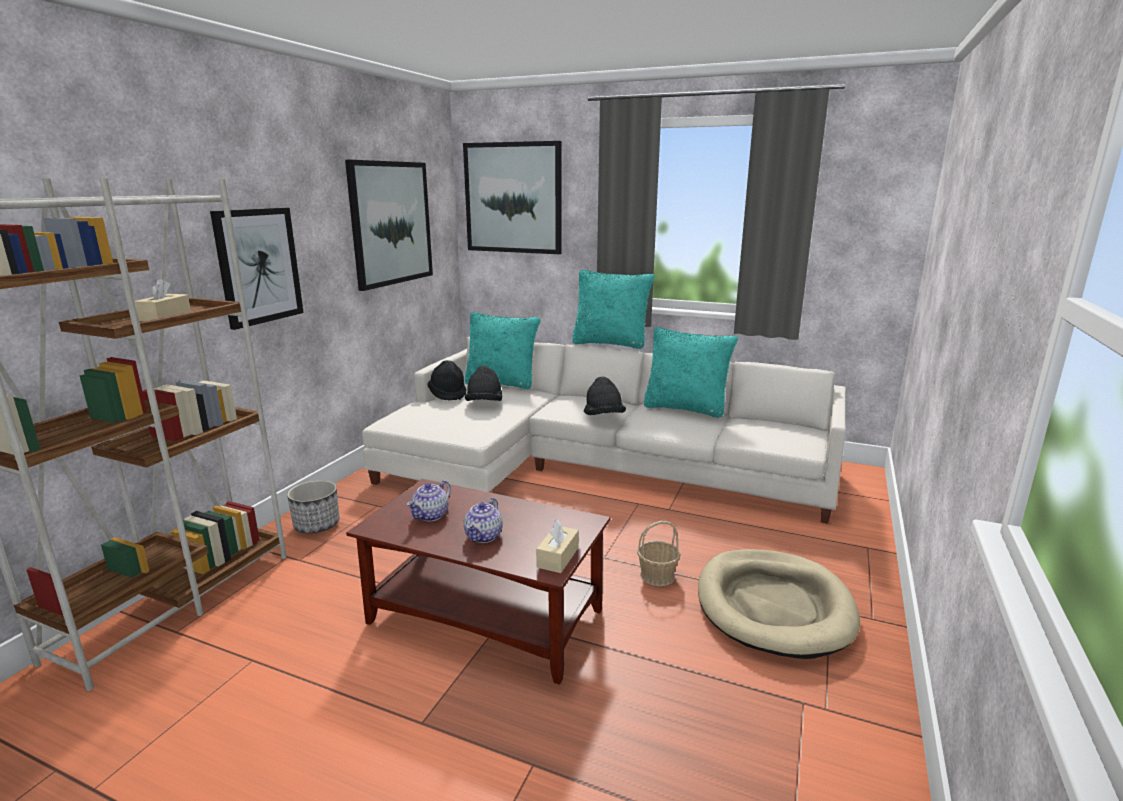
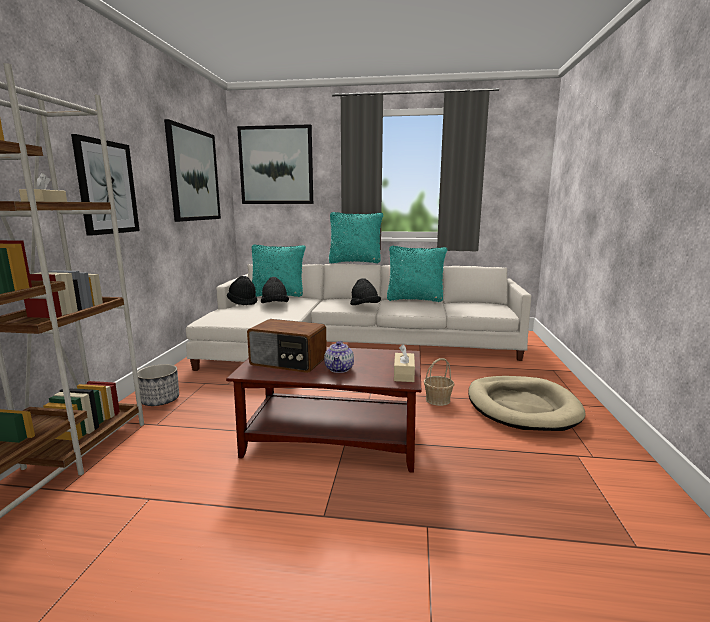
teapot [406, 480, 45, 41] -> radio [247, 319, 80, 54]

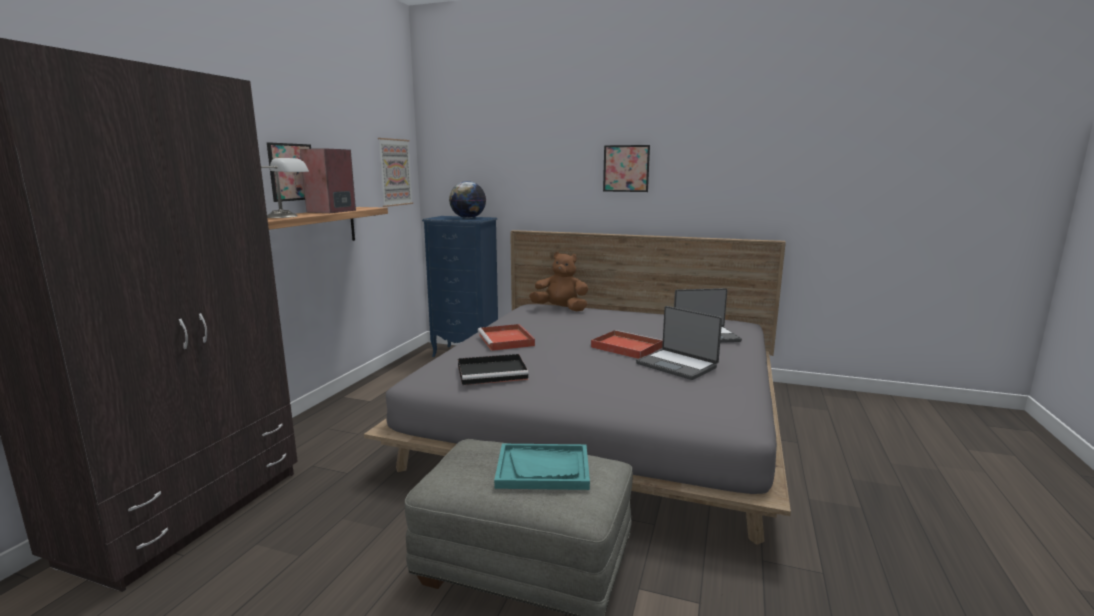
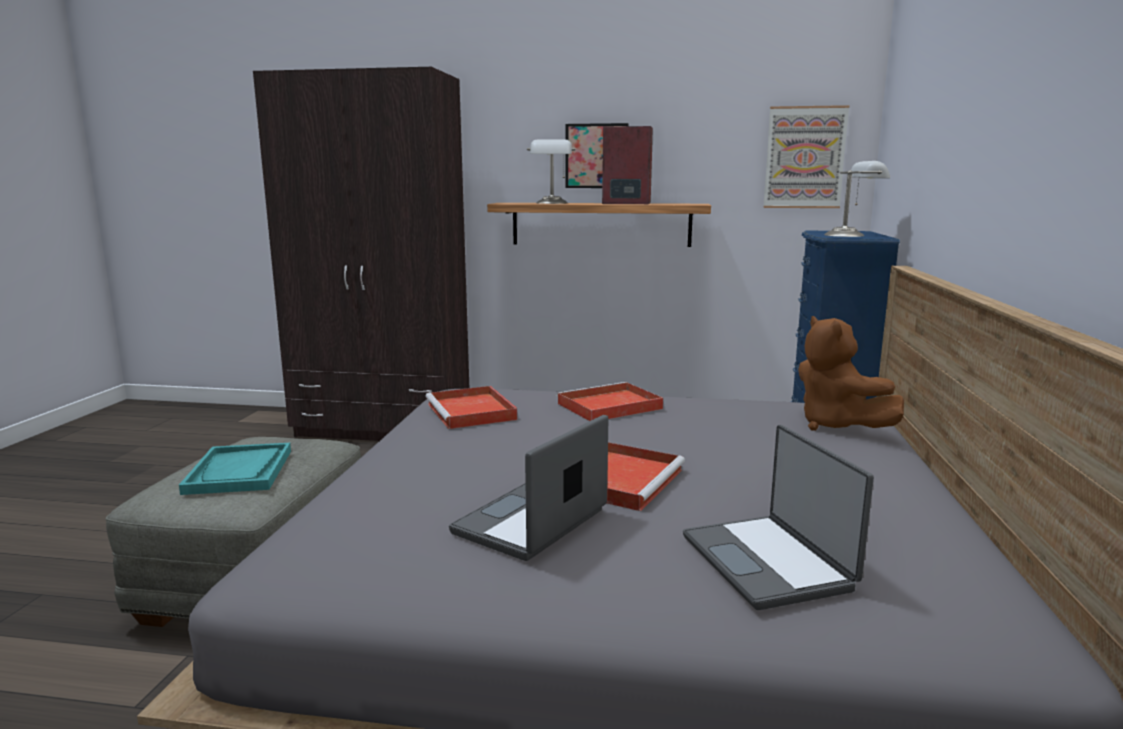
black-coloured serving tray [458, 354, 70, 31] -> reddish serving tray [426, 386, 91, 43]
brown plush toy [529, 252, 59, 60] -> brown plush toy [798, 316, 106, 115], 150 degrees clockwise
desk globe [449, 181, 37, 37] -> white lamp for a table [824, 161, 66, 76]
wall art [603, 145, 47, 47] -> none

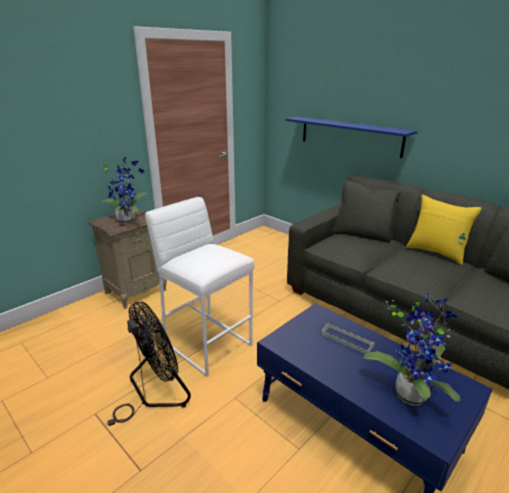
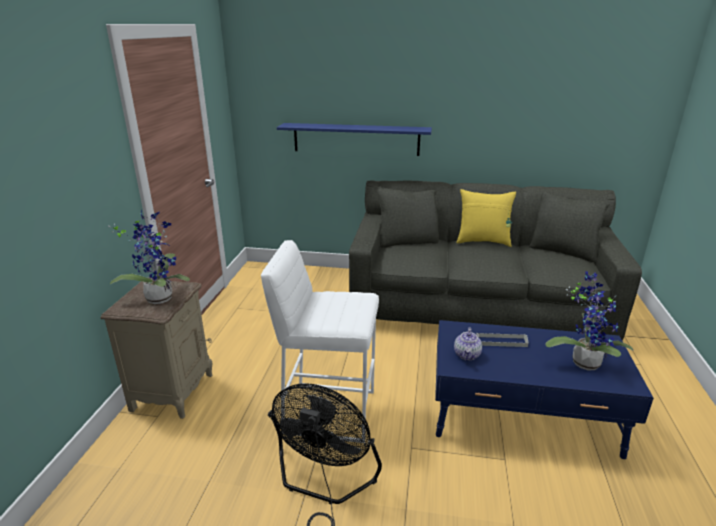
none -> teapot [454, 327, 28, 34]

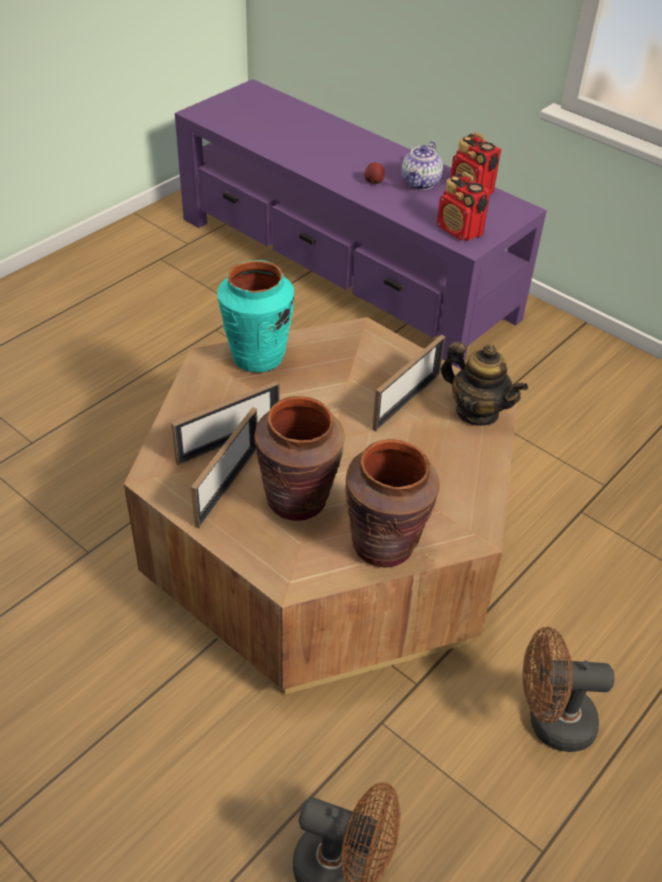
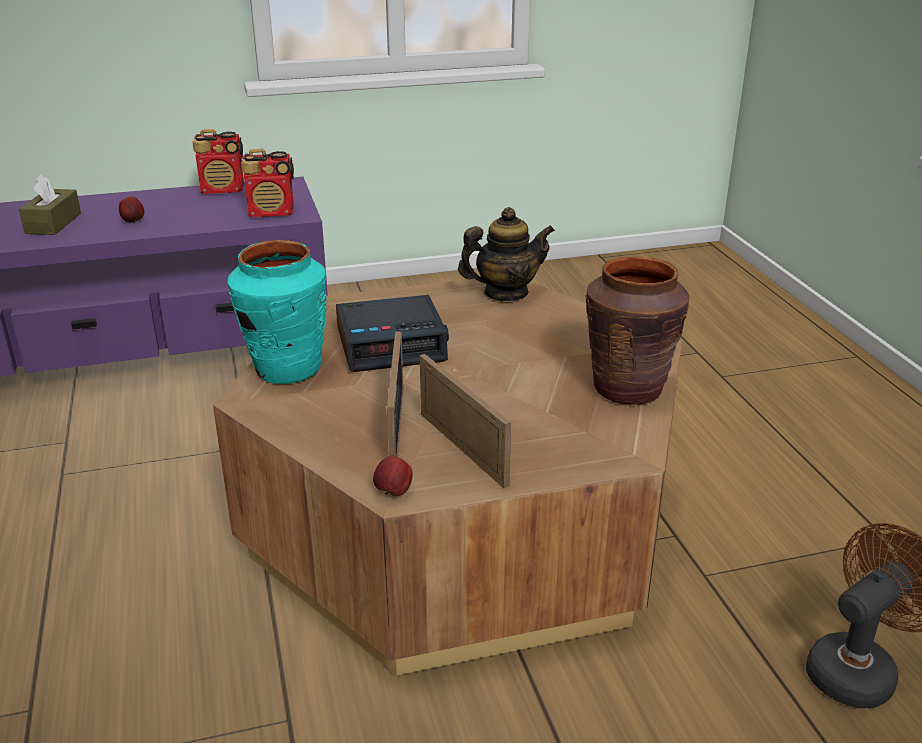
none -> brown tissue holder [19, 174, 62, 61]
none -> table clock [336, 295, 113, 77]
none -> apple fruit [373, 456, 40, 40]
brown decorative vase [254, 396, 90, 125] -> none
photo frame [372, 334, 73, 97] -> none
teapot [402, 141, 41, 49] -> none
brown cooling fan [523, 627, 91, 125] -> none

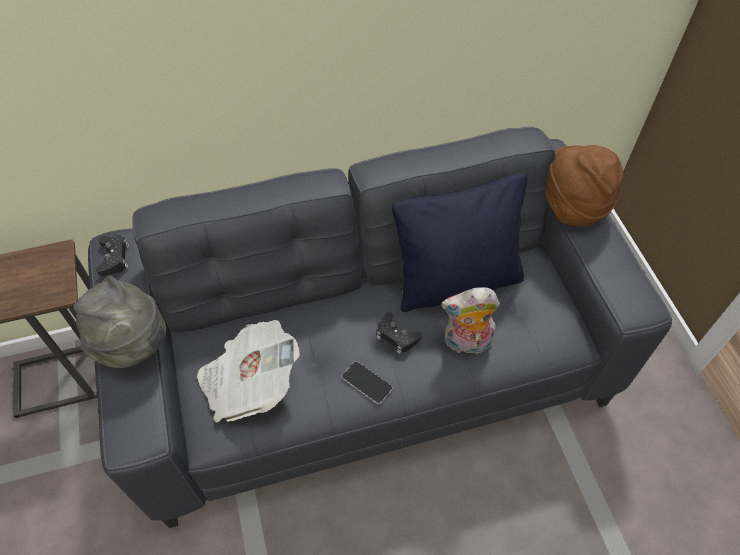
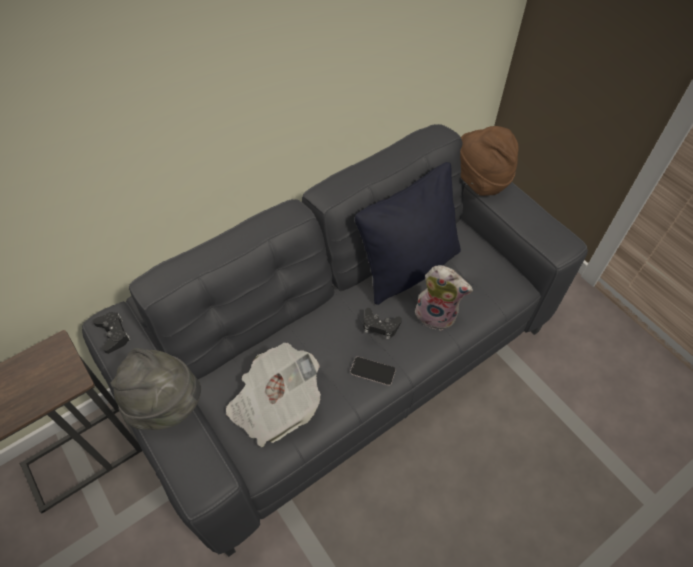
plush toy [441, 287, 59, 71] -> plush toy [415, 265, 58, 65], 135 degrees counterclockwise

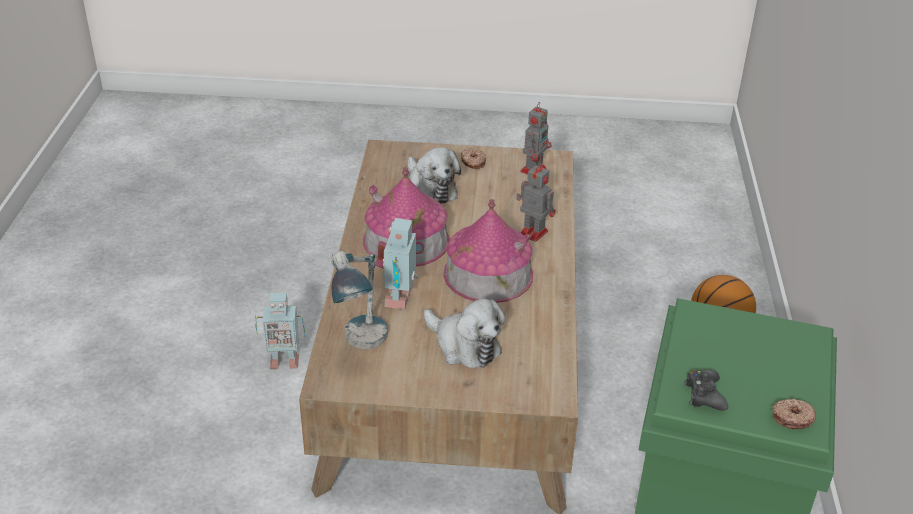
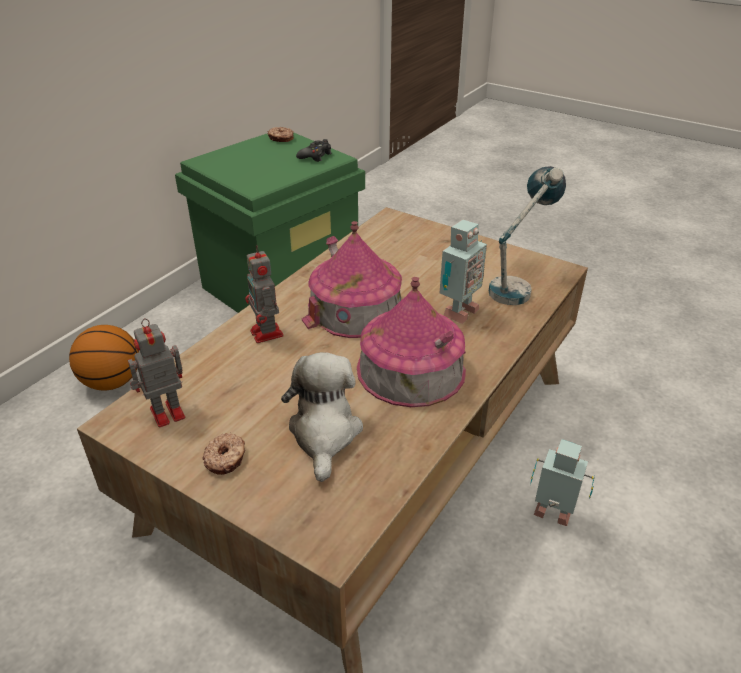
plush toy [424, 298, 81, 70] -> none

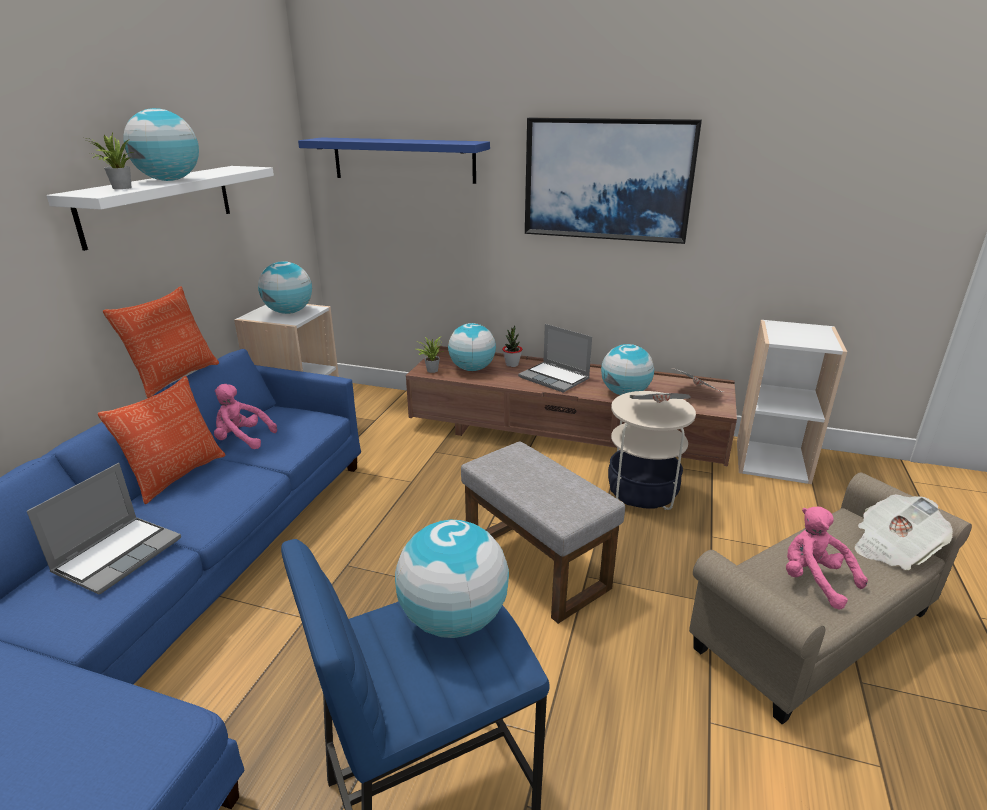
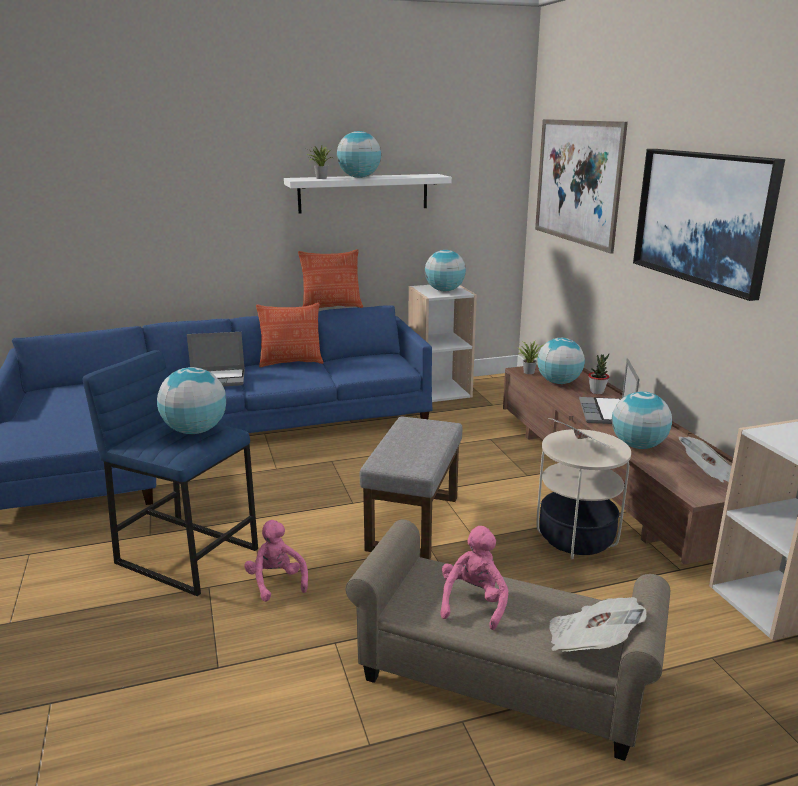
pink-coloured plush toy [214, 384, 63, 65] -> pink-coloured plush toy [245, 520, 63, 82], relocated
blue wall shelf [298, 137, 192, 47] -> wall art [535, 119, 93, 135]

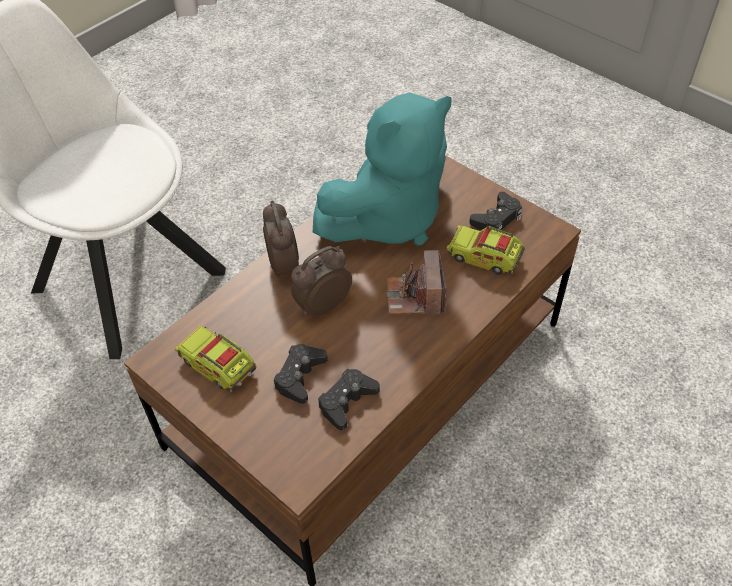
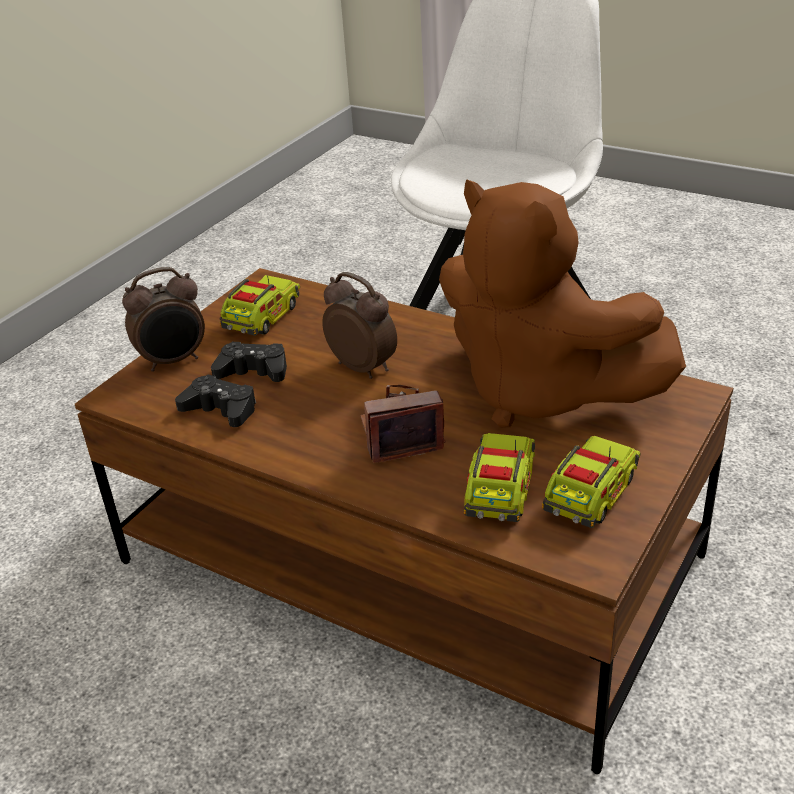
table clock [263, 200, 36, 79] -> table clock [122, 267, 83, 105], relocated
turquoise plush toy [313, 93, 138, 152] -> brown plush toy [439, 179, 247, 249]
black-coloured game controller [469, 192, 53, 39] -> toy lorry [542, 436, 98, 92]

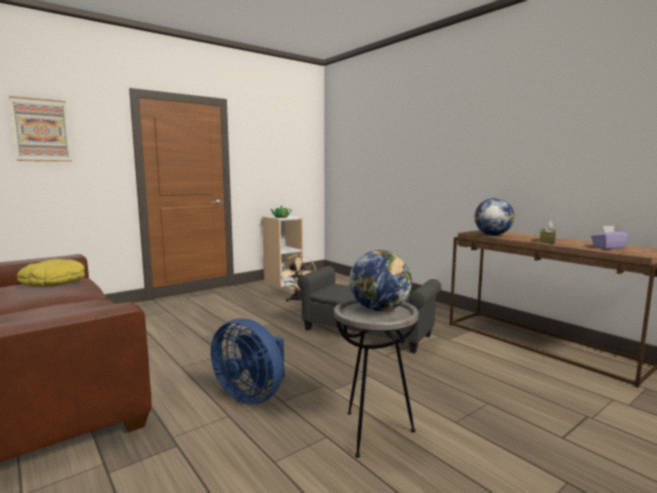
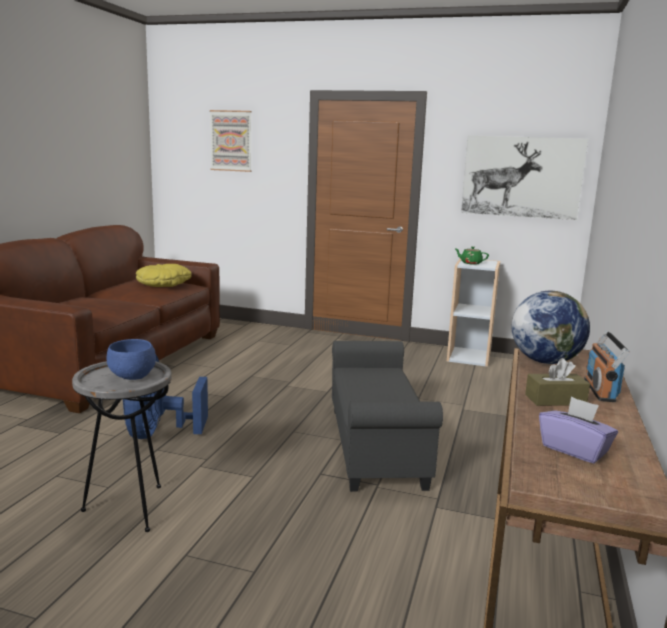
desk globe [349, 250, 63, 61] -> blue deep dish [107, 339, 49, 41]
none -> wall art [461, 135, 127, 85]
none -> radio [584, 331, 46, 71]
sand-coloured cooling fan [280, 254, 36, 48] -> none

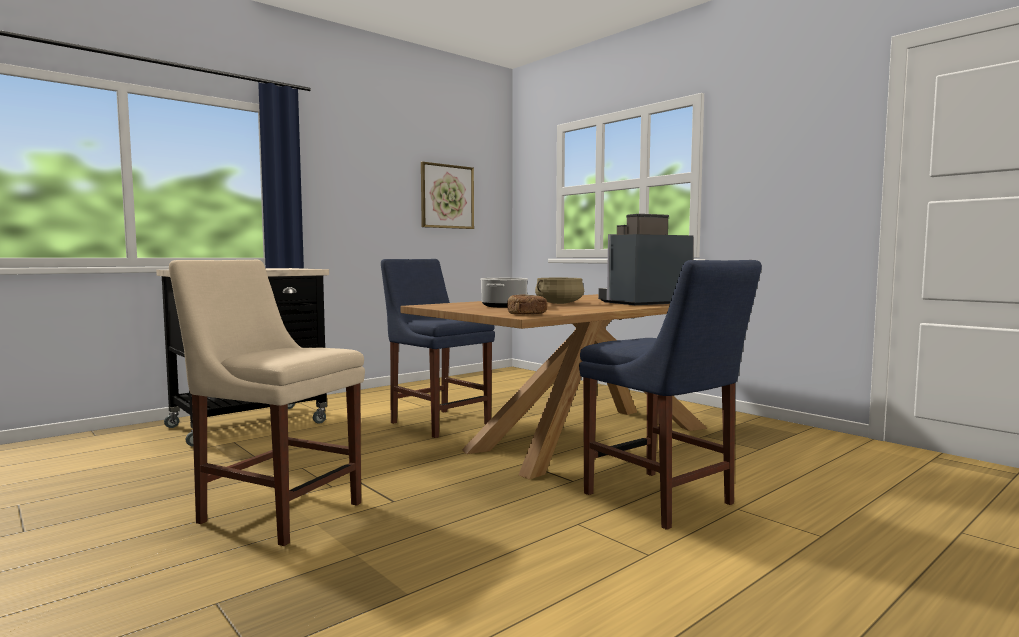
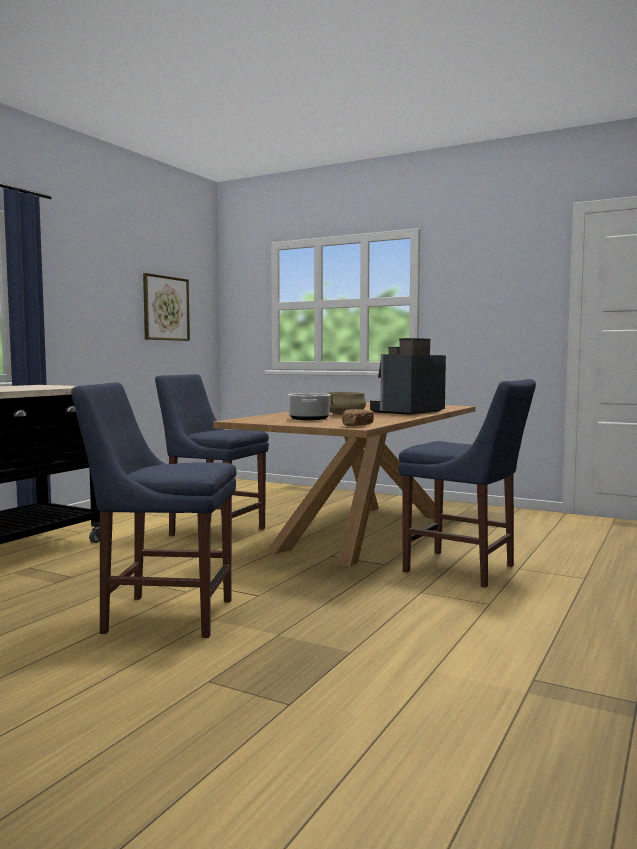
sand-coloured chair [169, 260, 196, 286] -> blue chair [71, 382, 166, 256]

